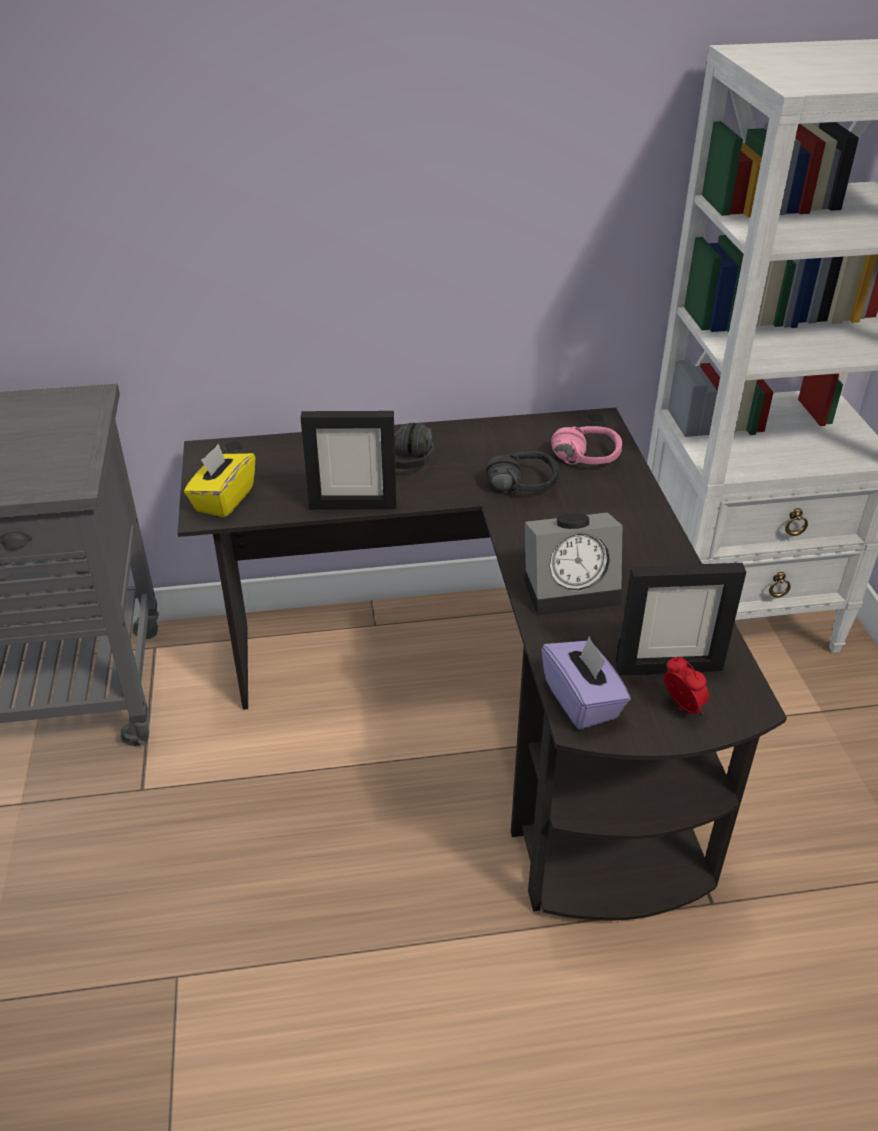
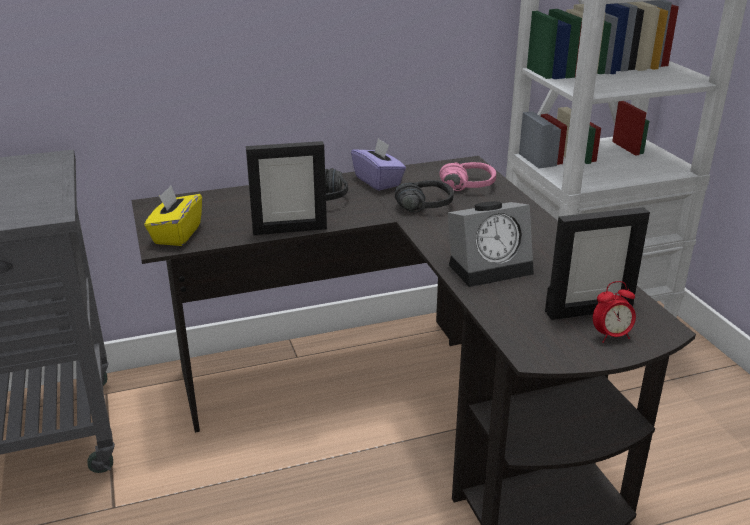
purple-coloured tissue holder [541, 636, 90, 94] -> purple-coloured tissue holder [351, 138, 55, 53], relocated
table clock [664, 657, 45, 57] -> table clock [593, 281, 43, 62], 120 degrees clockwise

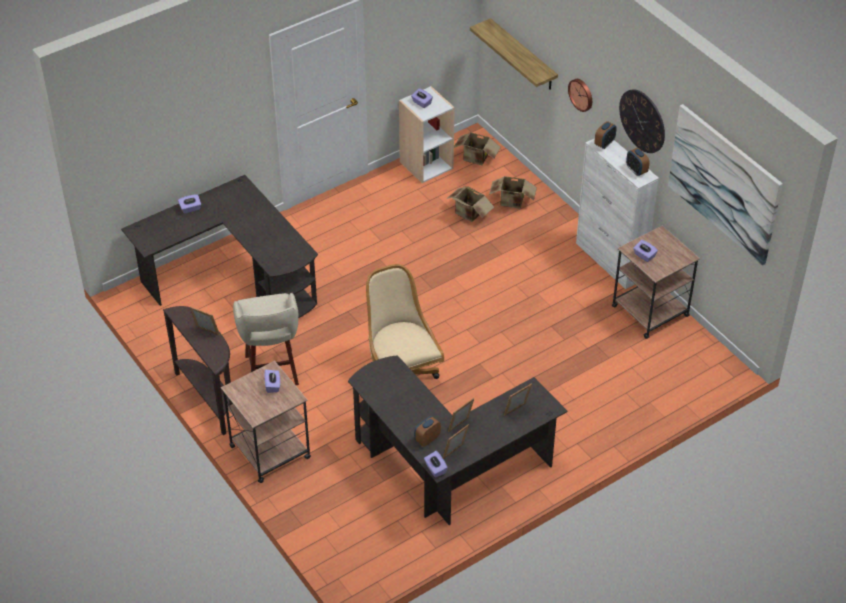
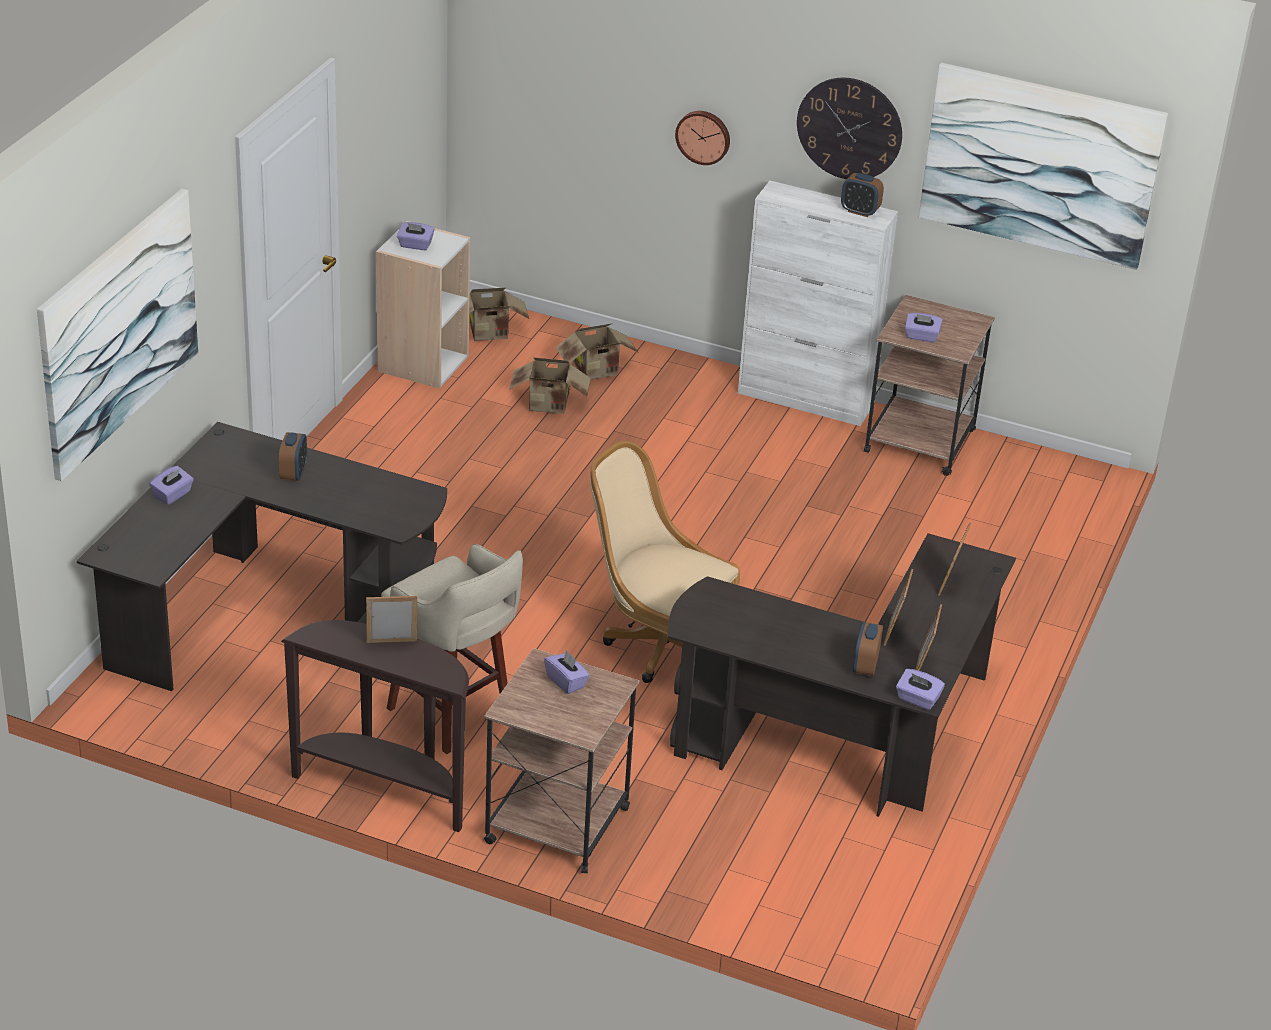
none -> wall art [37, 189, 161, 292]
table clock [594, 121, 23, 28] -> table clock [279, 432, 28, 49], relocated
wall shelf [470, 18, 88, 72] -> none

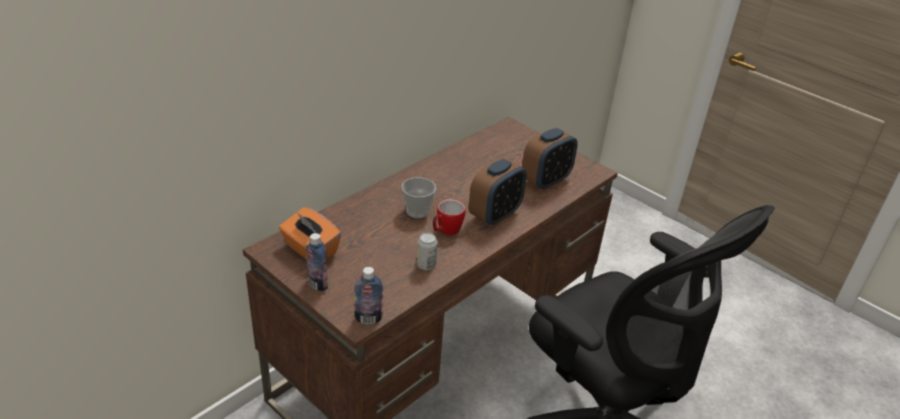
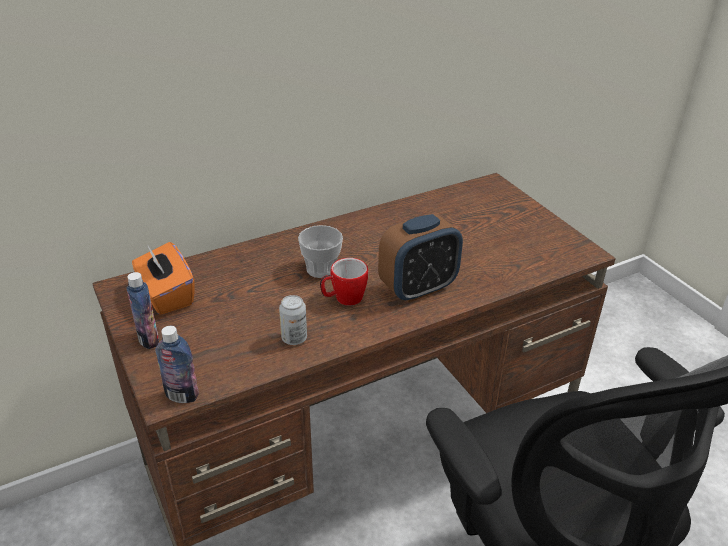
table clock [522, 128, 56, 63] -> none

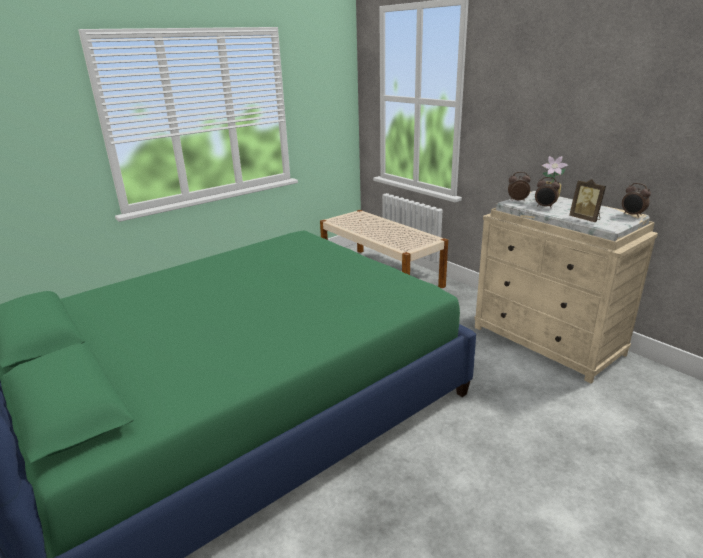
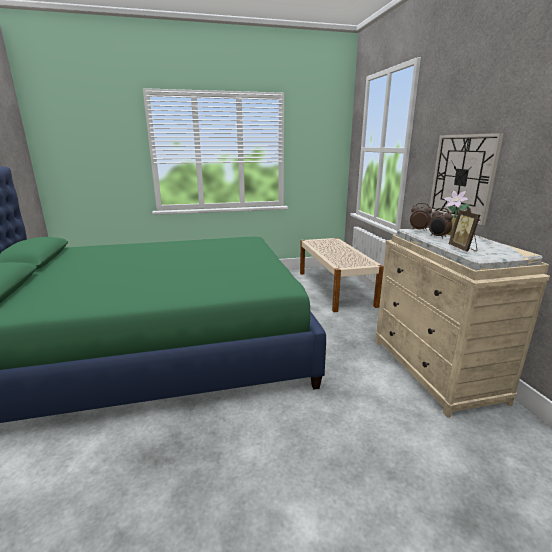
none -> hanging clock [430, 133, 74, 92]
table clock [622, 183, 29, 34] -> none

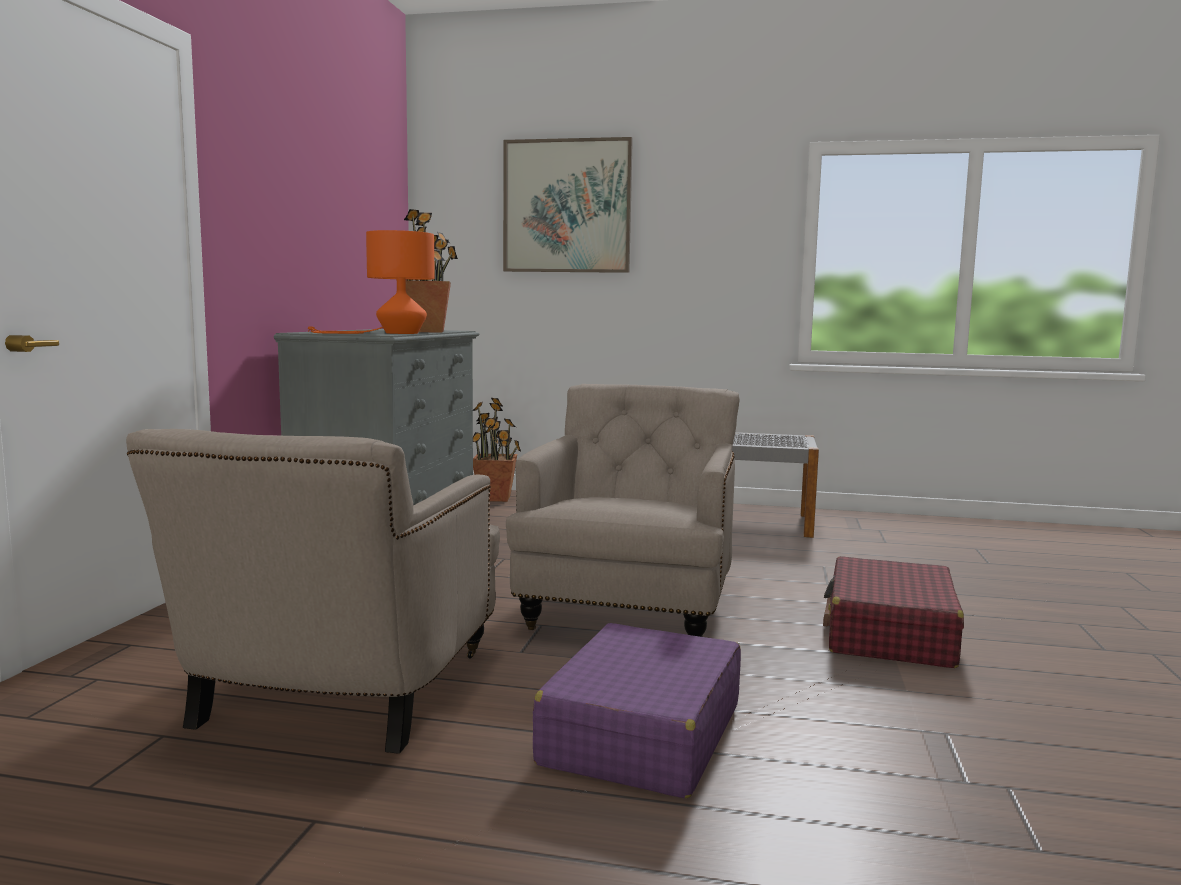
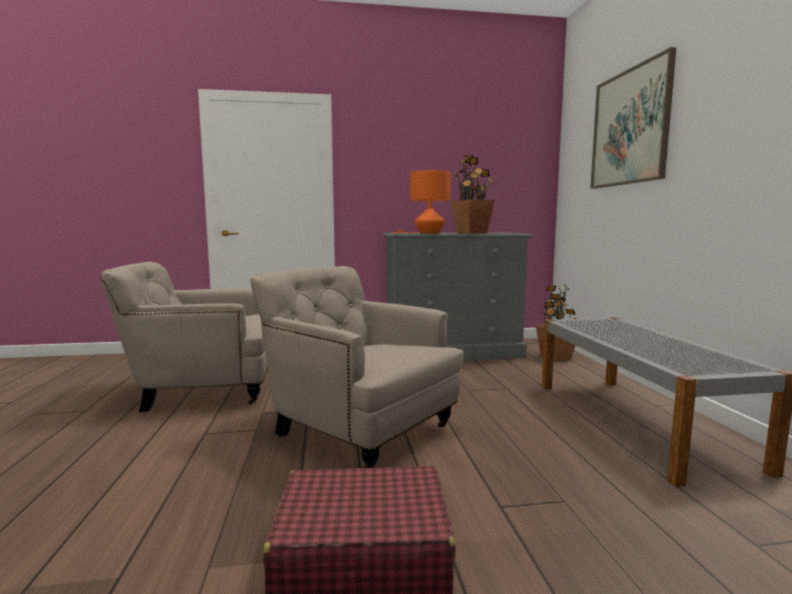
sand-coloured lounge chair [506, 384, 234, 253] -> sand-coloured lounge chair [250, 266, 214, 202], 135 degrees counterclockwise
purple-coloured travel case [533, 623, 208, 176] -> none

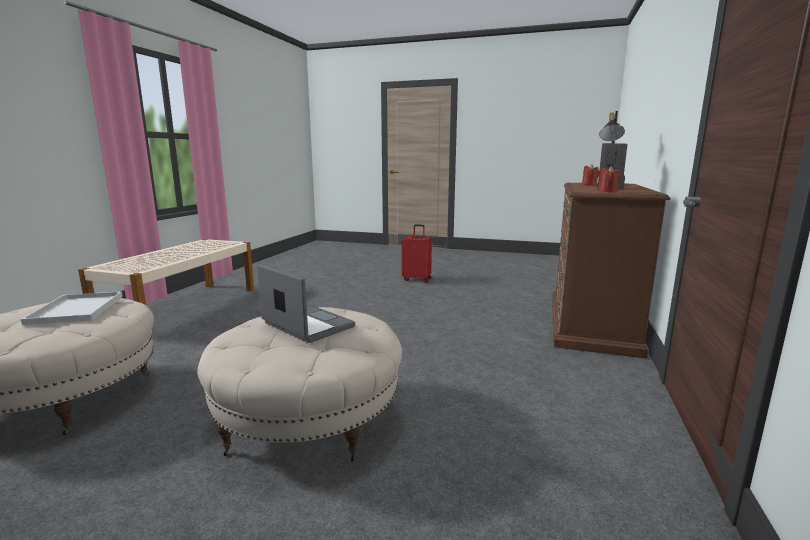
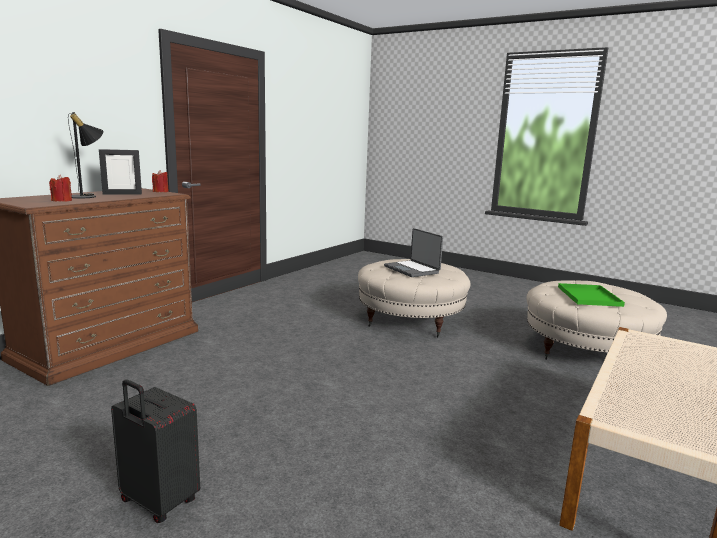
reddish travel case [402, 224, 30, 59] -> black-coloured travel case [111, 379, 89, 144]
white serving tray [21, 291, 102, 34] -> green-coloured serving tray [558, 283, 67, 24]

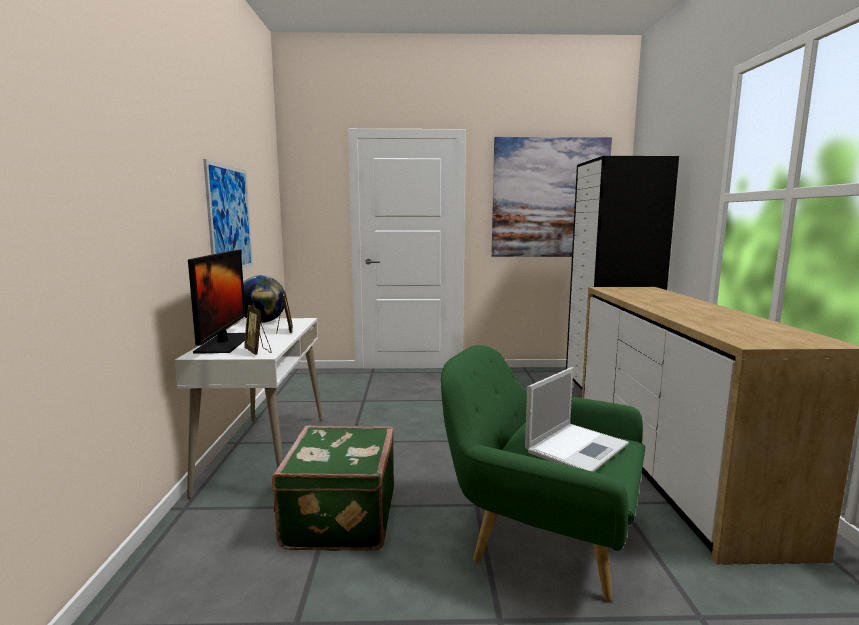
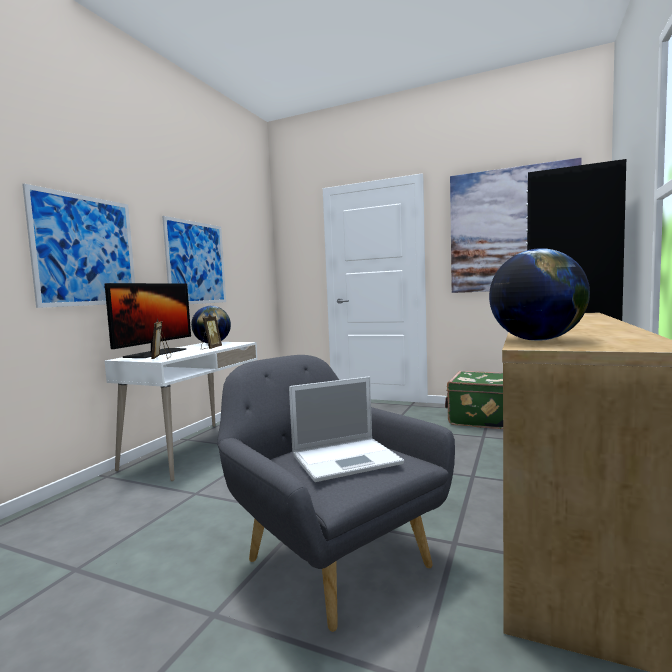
none -> wall art [22, 184, 113, 124]
green-coloured lounge chair [441, 345, 204, 257] -> gray lounge chair [217, 355, 238, 277]
green-coloured travel case [272, 425, 122, 126] -> green-coloured travel case [445, 371, 58, 58], relocated
none -> desk globe [489, 248, 101, 93]

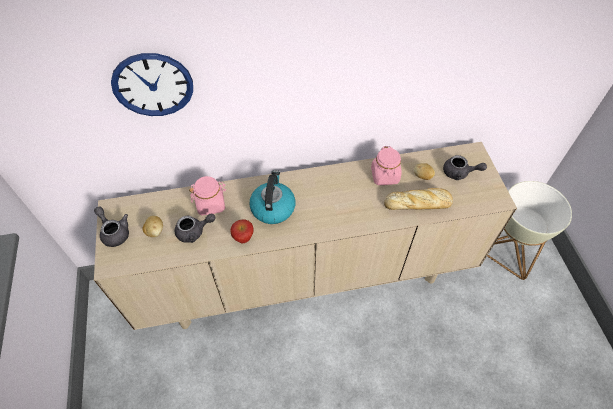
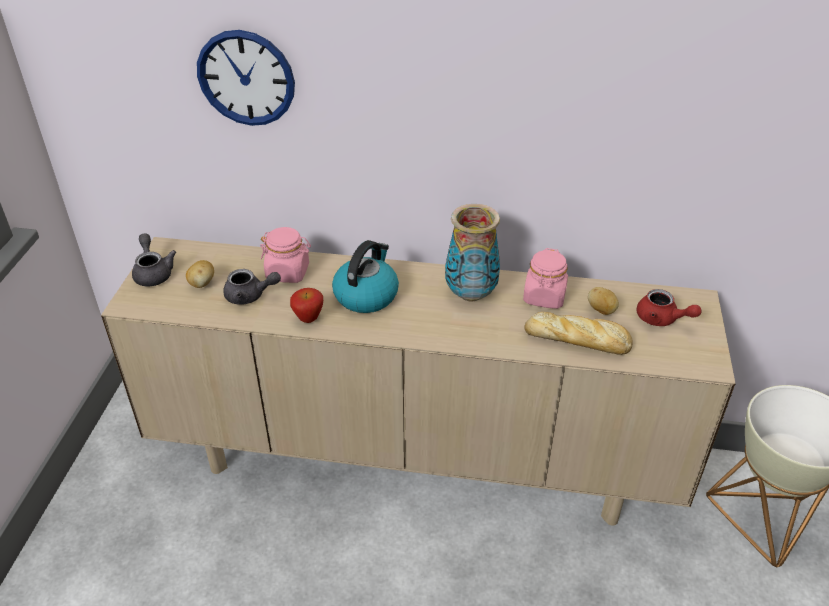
none -> decorative vase [445, 204, 55, 98]
gray teapot [443, 155, 44, 25] -> reddish teapot [636, 289, 65, 37]

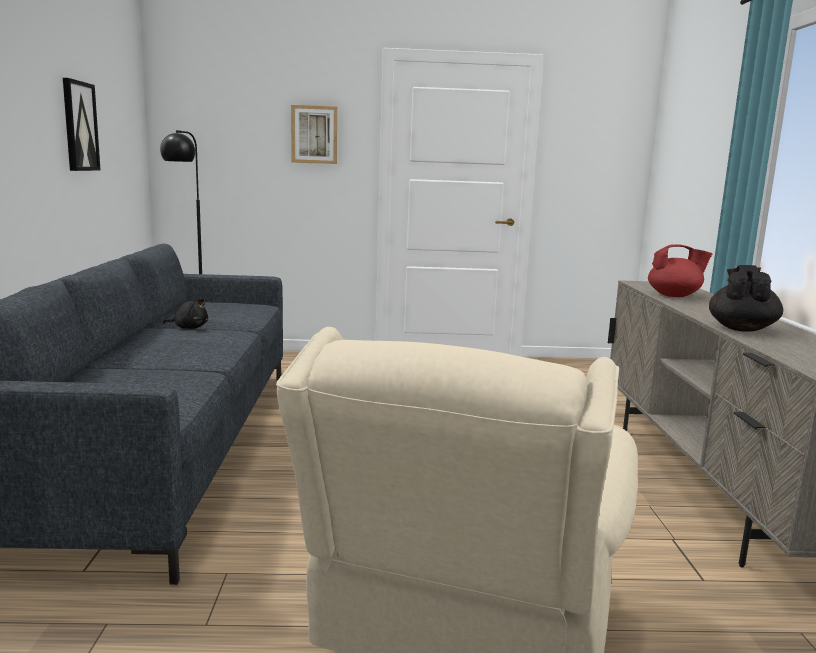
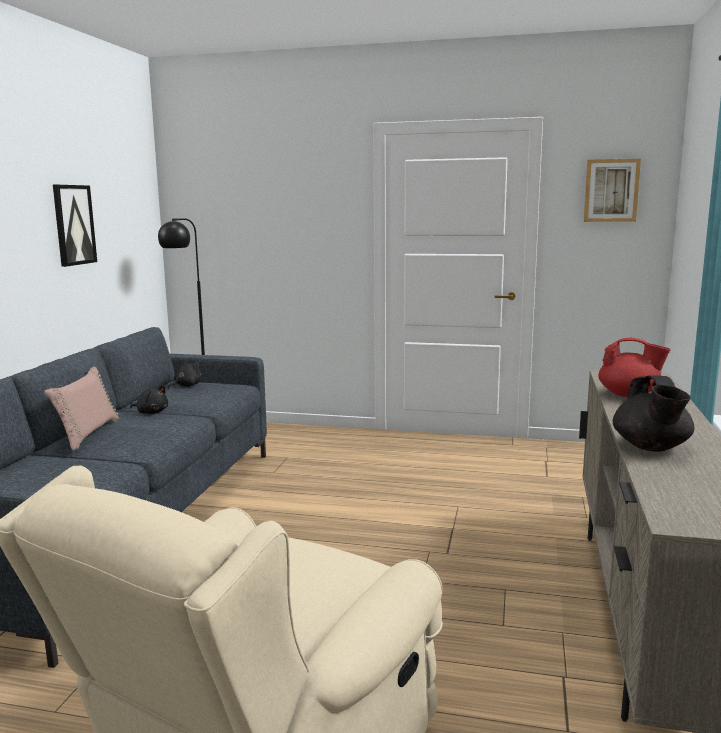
none -> sand-coloured cushion [44, 367, 75, 84]
none -> black-coloured plush toy [168, 360, 34, 29]
wall art [291, 105, 47, 59] -> wall art [584, 159, 57, 63], relocated
black-coloured teapot [709, 265, 74, 67] -> black-coloured teapot [613, 375, 81, 77], 150 degrees clockwise

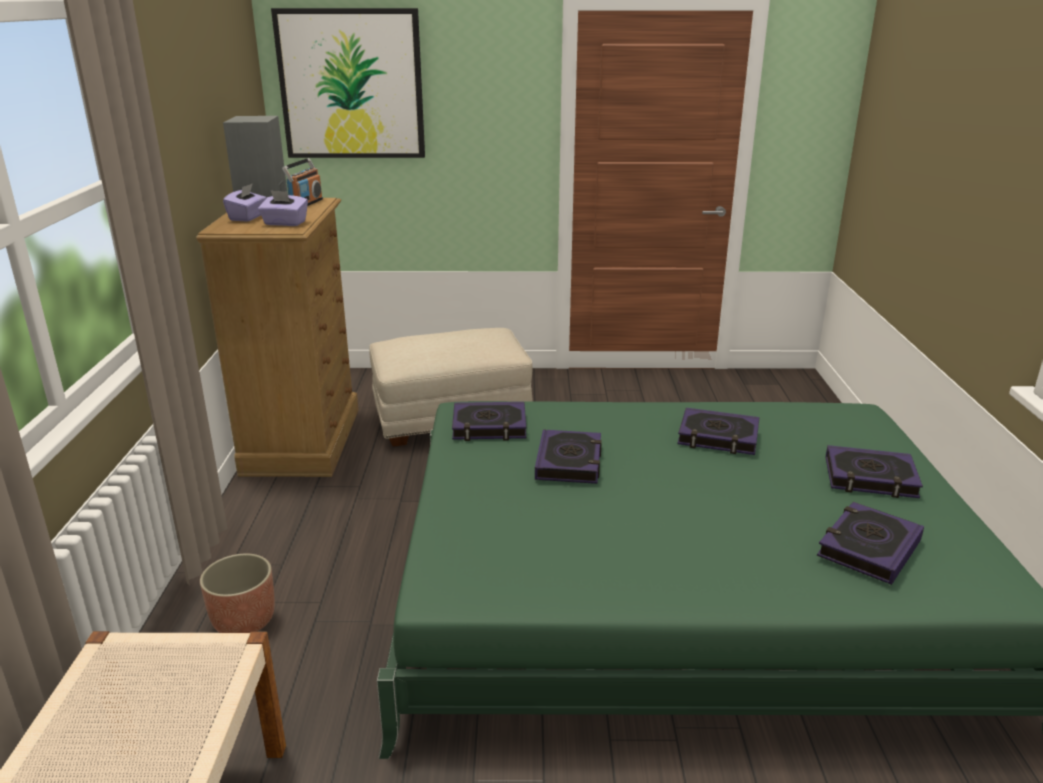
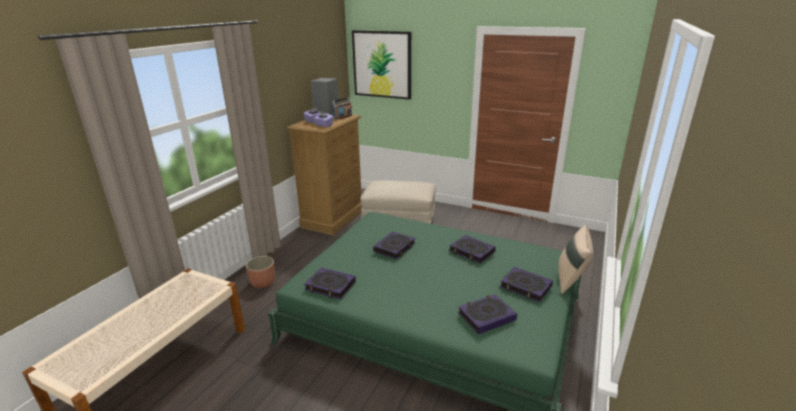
volume [452, 402, 74, 39] -> volume [304, 268, 52, 31], relocated
none -> sand-coloured cushion [558, 225, 36, 69]

